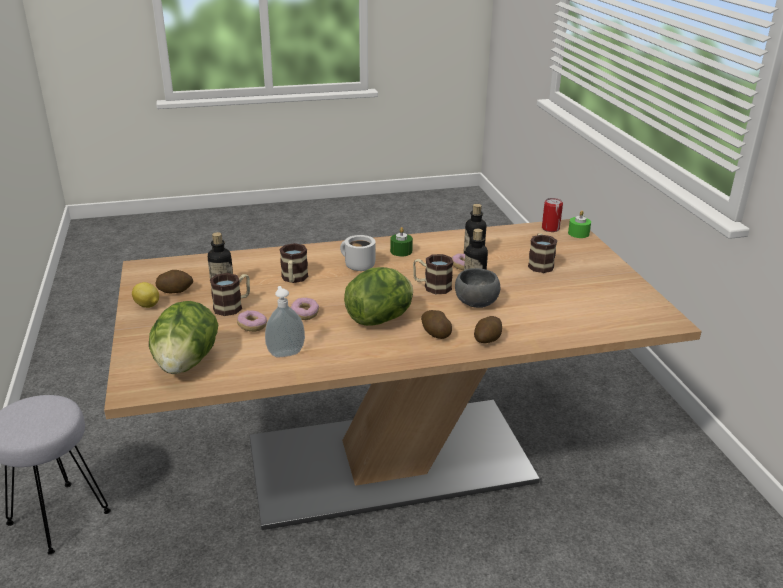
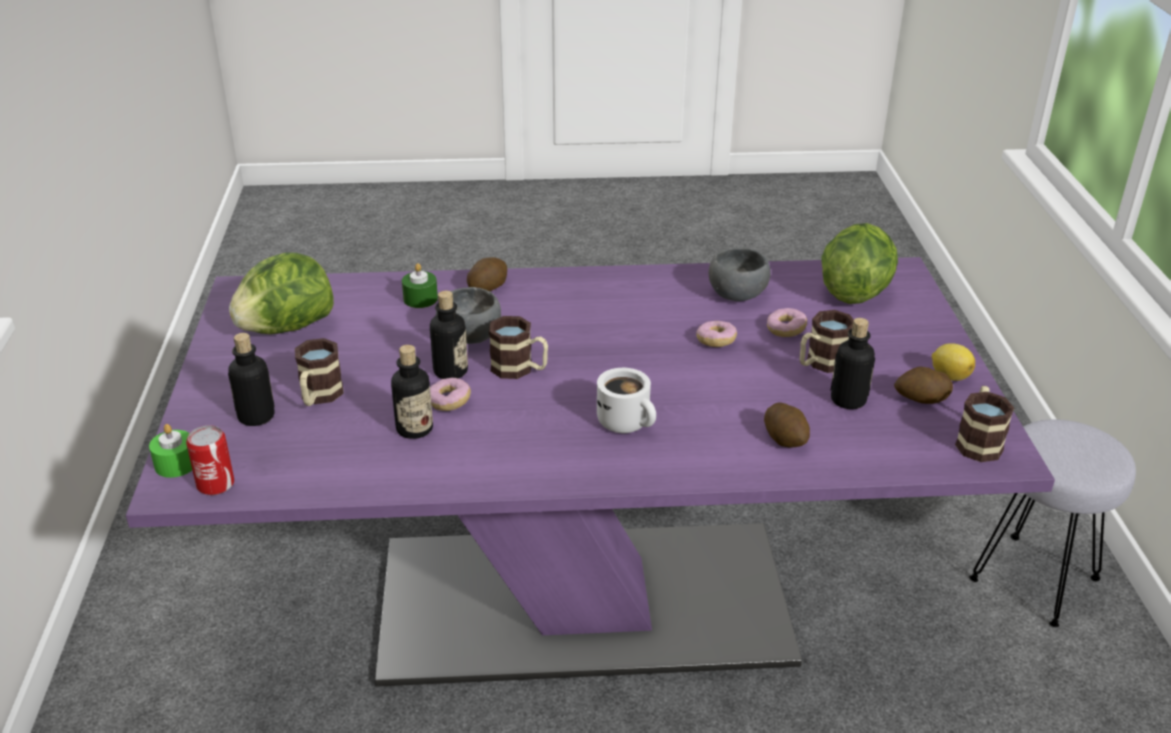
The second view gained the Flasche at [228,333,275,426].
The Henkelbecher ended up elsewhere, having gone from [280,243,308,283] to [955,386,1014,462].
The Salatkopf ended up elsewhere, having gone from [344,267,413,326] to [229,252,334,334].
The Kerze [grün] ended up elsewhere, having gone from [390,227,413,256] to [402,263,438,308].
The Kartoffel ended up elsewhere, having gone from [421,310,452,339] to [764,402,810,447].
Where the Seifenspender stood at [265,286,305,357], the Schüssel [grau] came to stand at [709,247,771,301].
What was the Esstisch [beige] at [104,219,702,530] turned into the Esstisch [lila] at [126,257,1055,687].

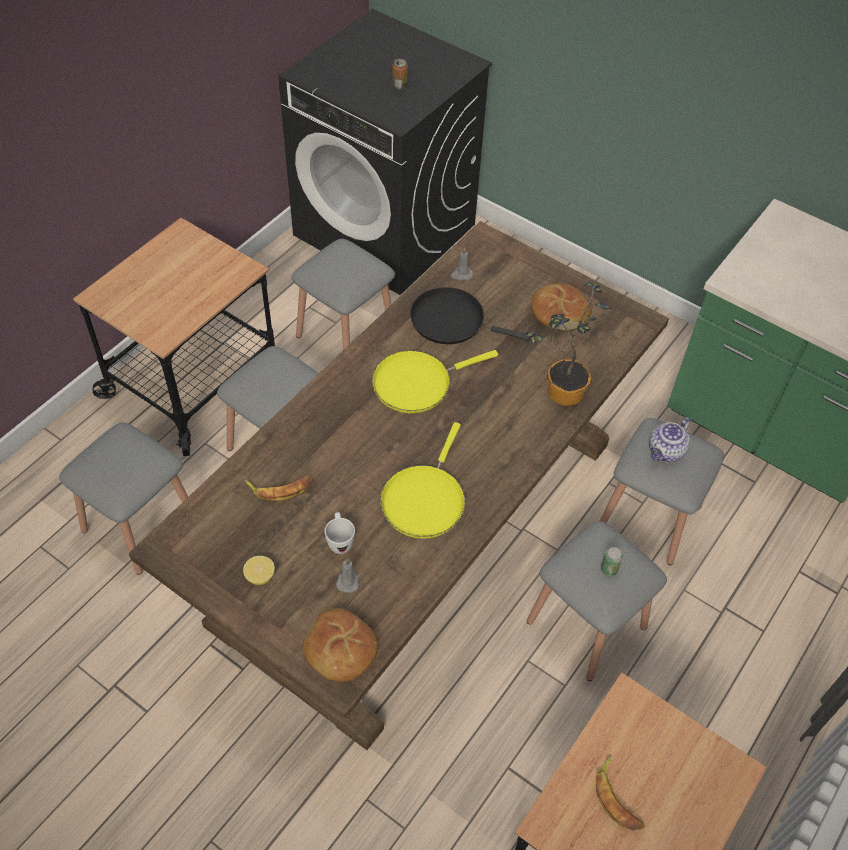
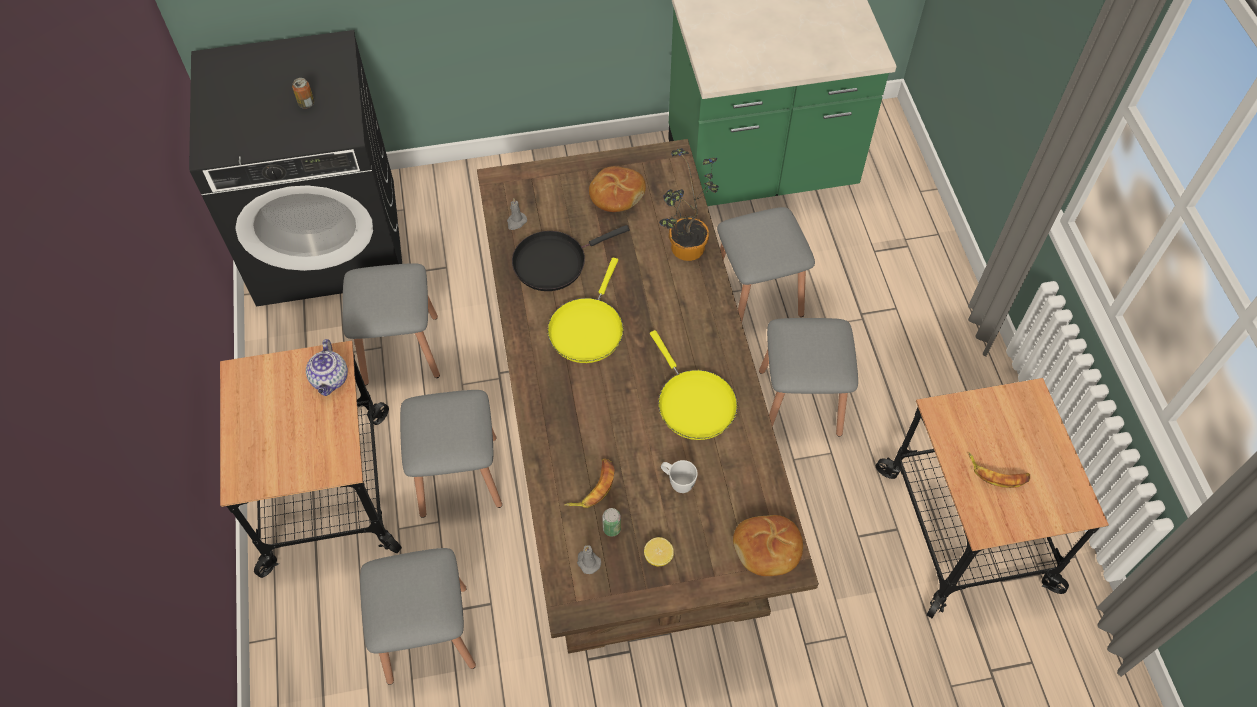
The Kerze [grau] ended up elsewhere, having gone from [336,559,360,593] to [577,545,601,574].
The Dose ended up elsewhere, having gone from [601,547,623,576] to [602,508,621,537].
The Teekanne ended up elsewhere, having gone from [649,417,691,462] to [306,339,348,396].

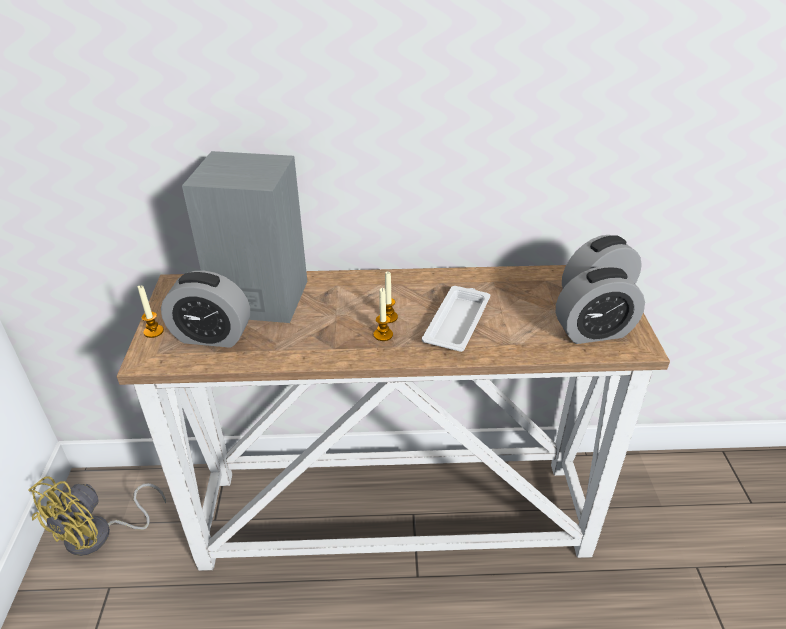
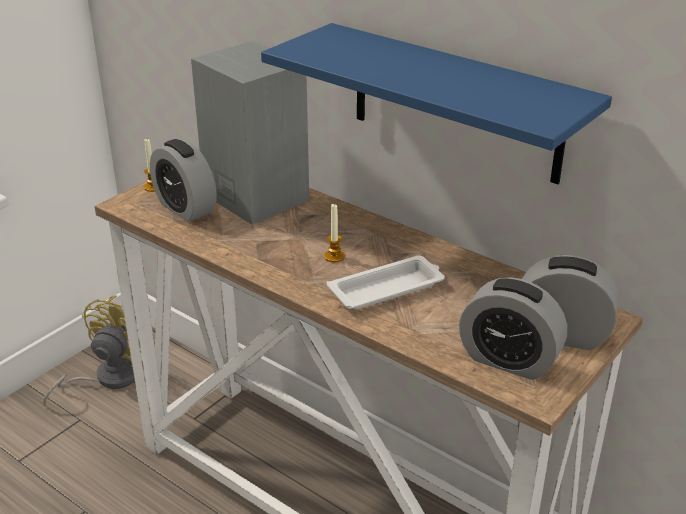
The second view lost the Kerze at [374,288,393,341].
The second view gained the Wandregal [blau] at [261,23,612,184].
The Ventilator [gelb] at [28,476,166,556] ended up facing another way, 135 degrees clockwise from before.

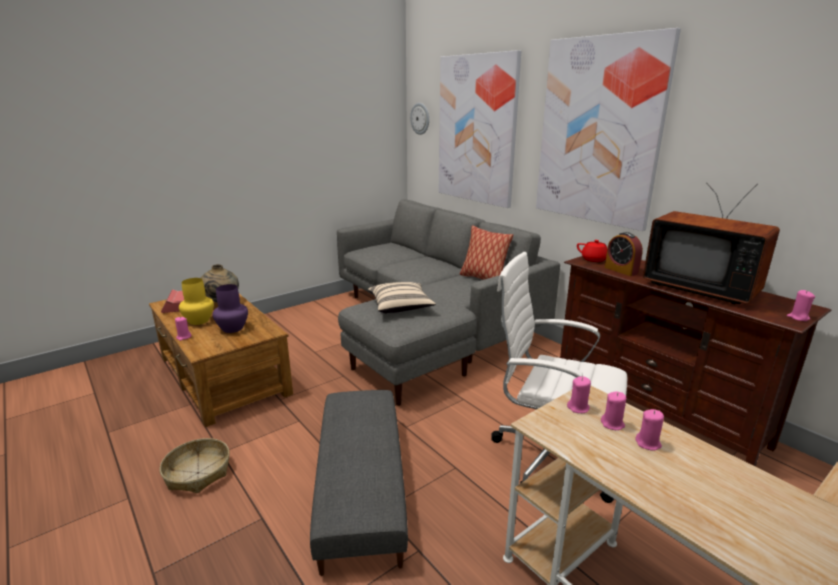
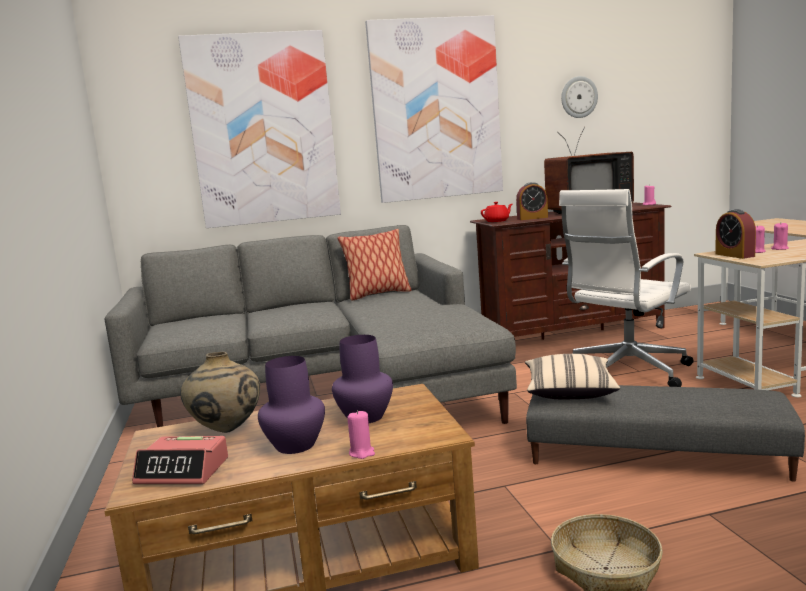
The Kissen [beige] ended up elsewhere, having gone from [368,282,436,314] to [525,354,620,399].
The Wanduhr ended up elsewhere, having gone from [410,103,429,135] to [561,76,598,118].
Where the Kerze [rosa] stood at [567,377,591,413], the Wecker came to stand at [715,209,756,259].
What was the Vase [gelb] at [179,278,214,325] turned into the Vase [lila] at [258,356,325,454].

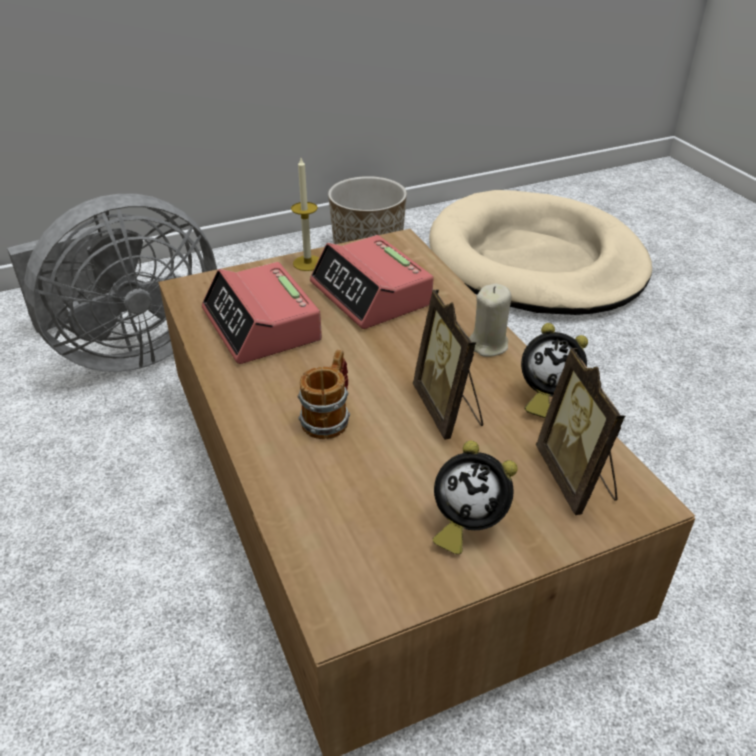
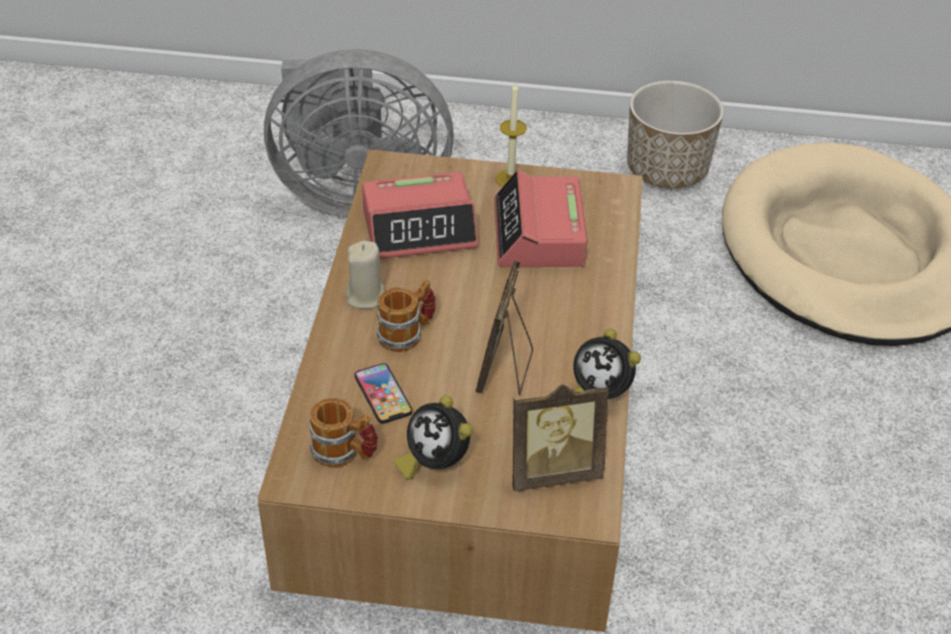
The second view gained the Henkelbecher at [309,398,378,468].
The second view gained the Handy at [355,363,412,424].
The Kerze [beige] ended up elsewhere, having gone from [469,284,512,357] to [345,241,385,309].
The Wecker at [202,262,322,364] ended up facing another way, 105 degrees counterclockwise from before.
The Bilderrahmen at [536,348,625,515] ended up facing another way, 120 degrees counterclockwise from before.

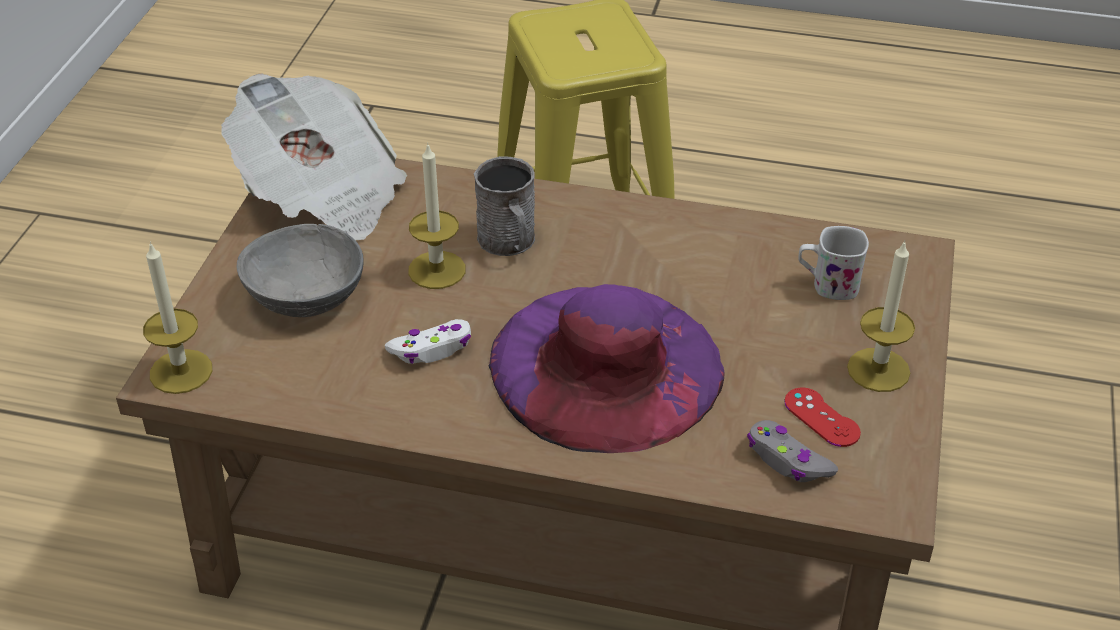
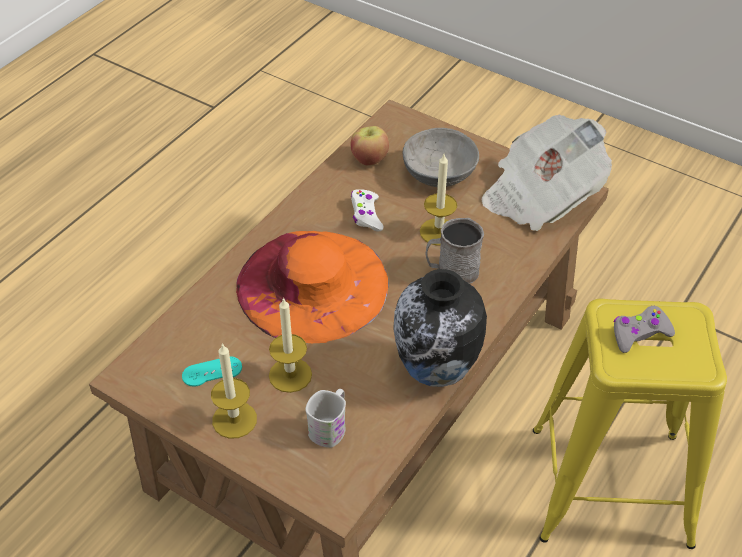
The second view gained the Apfel at [351,126,389,166].
The second view gained the Vase at [393,269,487,387].
The Kerze ended up elsewhere, having gone from [143,241,212,394] to [269,297,312,393].
The Gamepad [grau] ended up elsewhere, having gone from [747,420,838,482] to [614,306,675,353].
What was the Hut [lila] at [489,284,724,453] turned into the Hut [orange] at [236,231,389,343].
What was the Gamepad [rot] at [784,388,861,447] turned into the Gamepad [türkis] at [182,356,242,387].

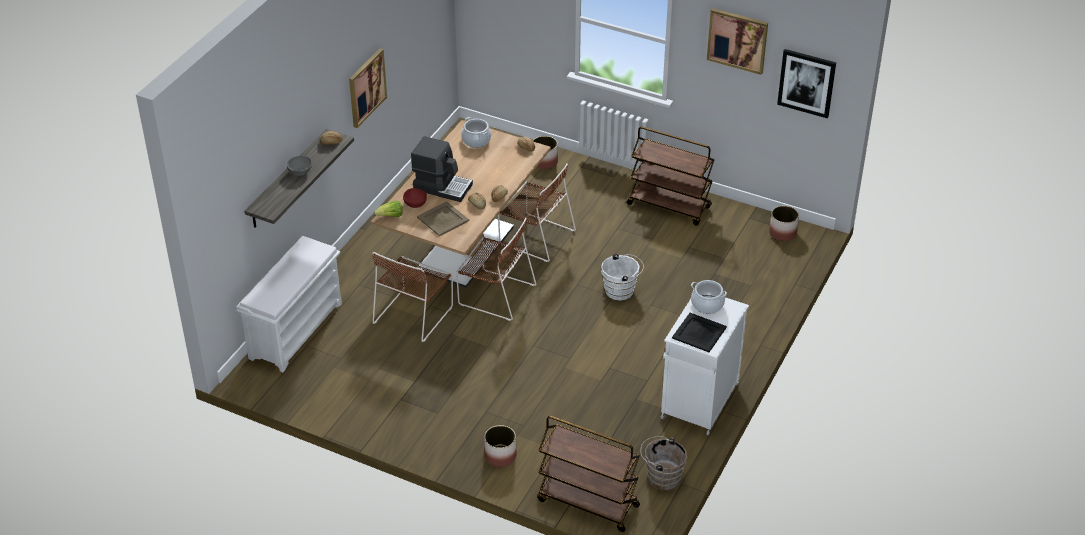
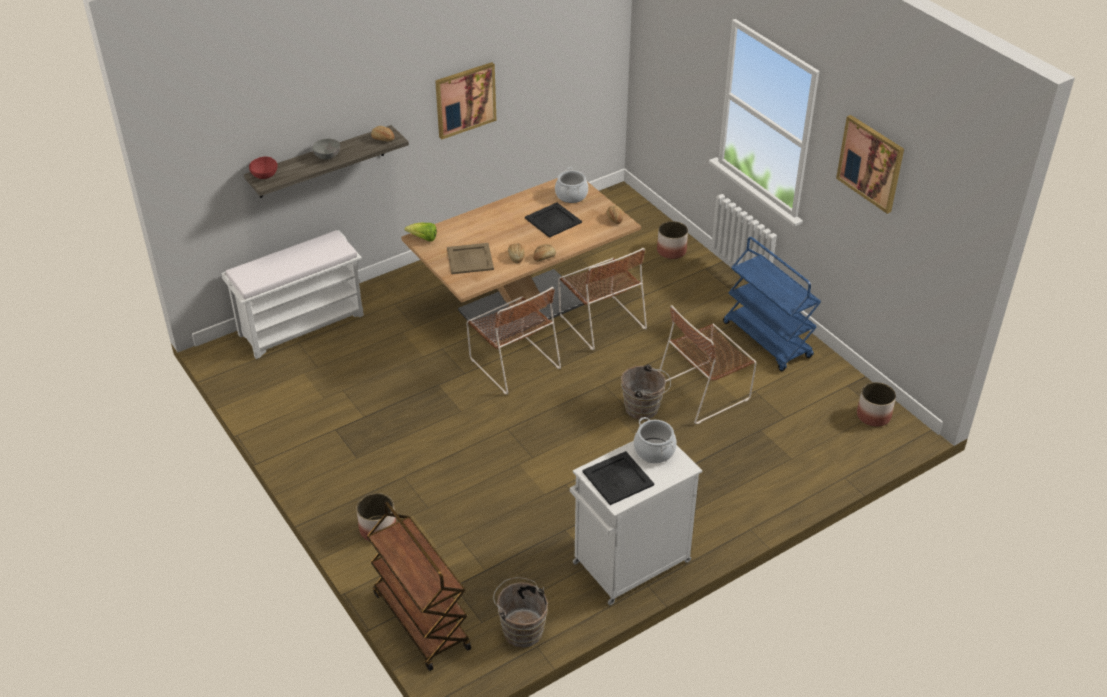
The second view lost the Kaffeemaschine at [411,136,473,202].
The second view lost the Bild at [777,49,836,118].
The second view gained the Tablett [schwarz] at [525,203,582,238].
The Stuhl [braun] ended up elsewhere, having gone from [372,252,453,342] to [659,305,757,424].
The Schüssel [rot] ended up elsewhere, having gone from [403,188,427,208] to [249,157,277,179].
What was the Eimer [weiß] at [601,254,644,301] turned into the Eimer [braun] at [621,364,671,420].
What was the Rollwagen [braun] at [627,127,715,225] turned into the Rollwagen [blau] at [723,237,821,371].

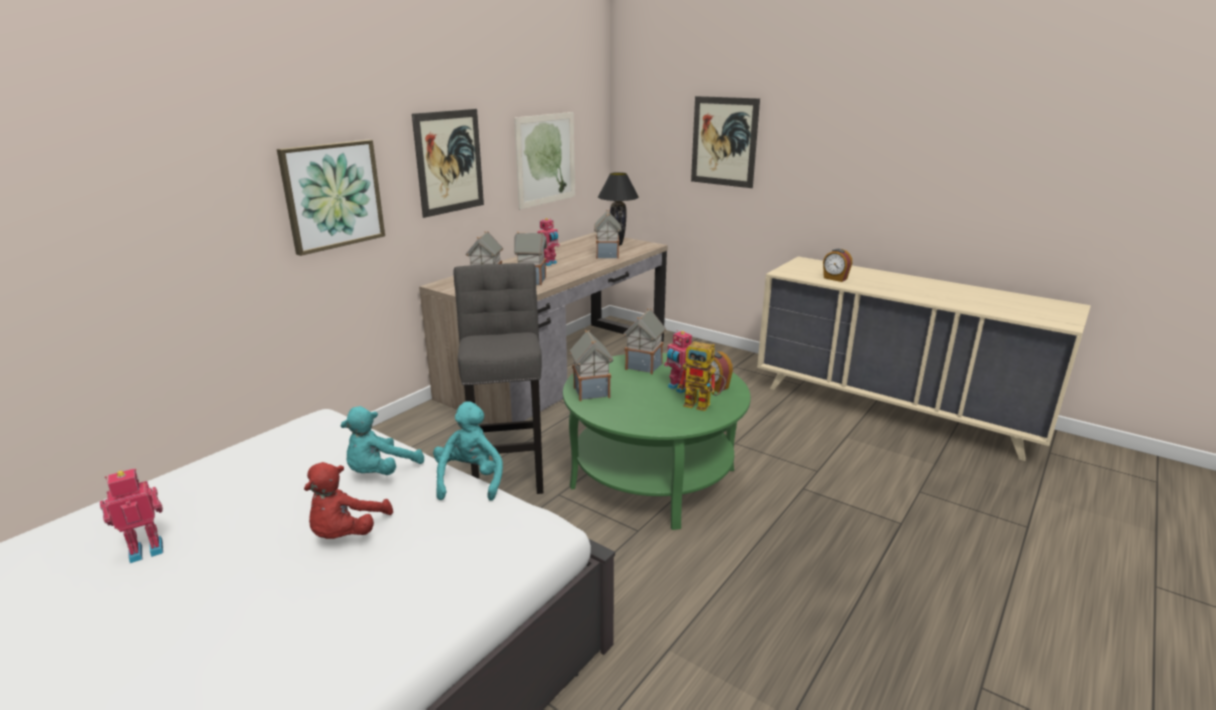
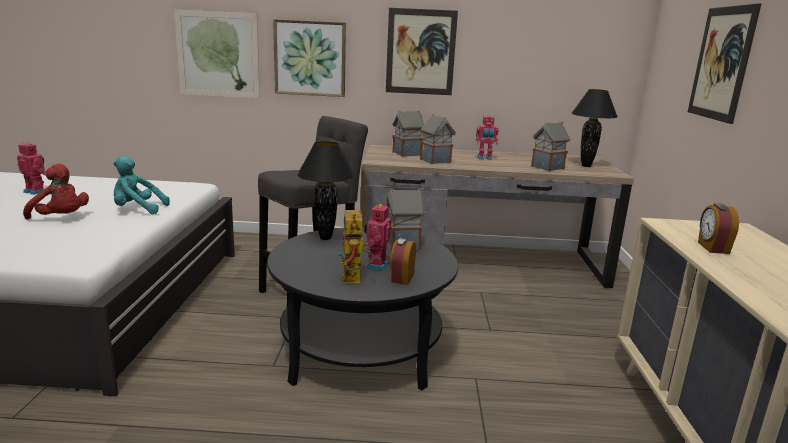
The second view lost the Plüschtier [türkis] at [433,401,503,501].
The Bild ended up elsewhere, having gone from [514,112,575,210] to [174,10,260,98].
Where the Spielzeughaus stood at [570,330,613,401], the Tischlampe [schwarz] came to stand at [297,141,355,240].
What was the Couchtisch [grün] at [563,353,751,530] turned into the Couchtisch [schwarz] at [267,227,458,391].
The Plüschtier [rot] at [304,462,393,539] ended up facing another way, 135 degrees counterclockwise from before.

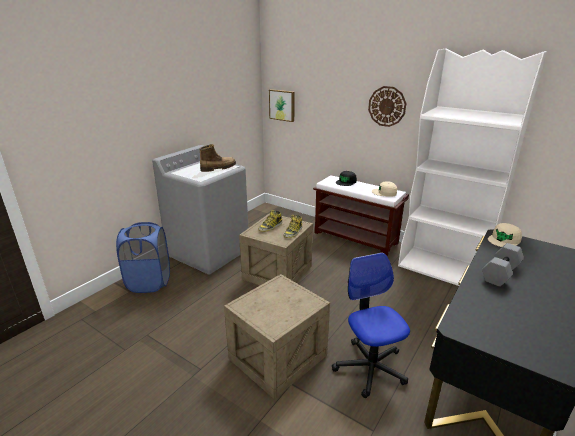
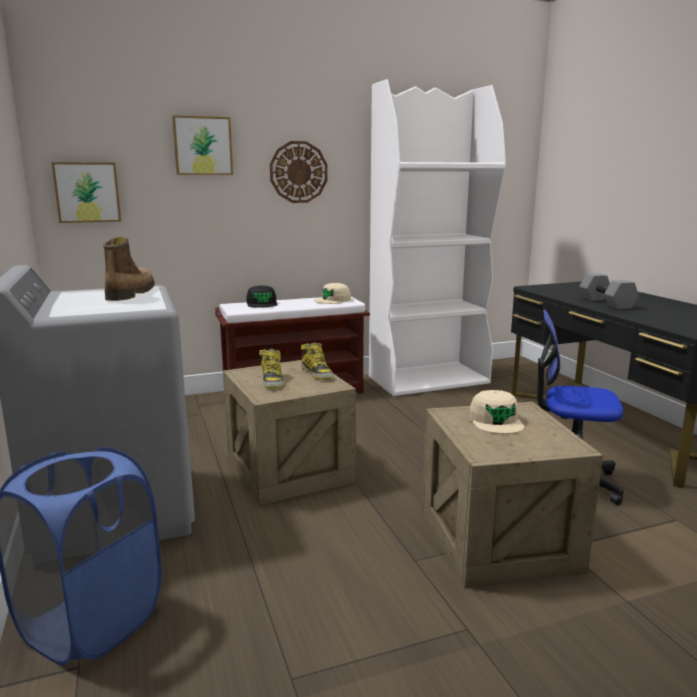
The second view gained the Bild at [172,115,233,175].
The Kappe [beige] ended up elsewhere, having gone from [488,223,522,247] to [469,390,524,434].

